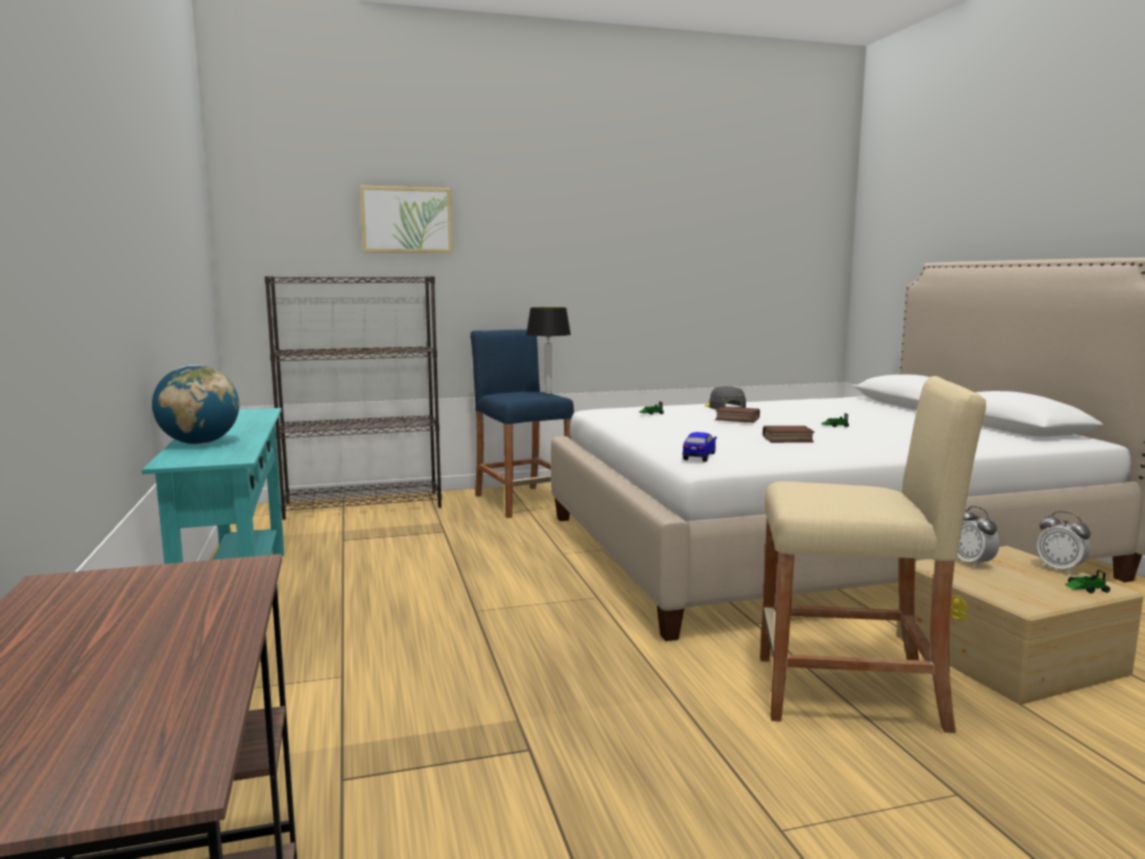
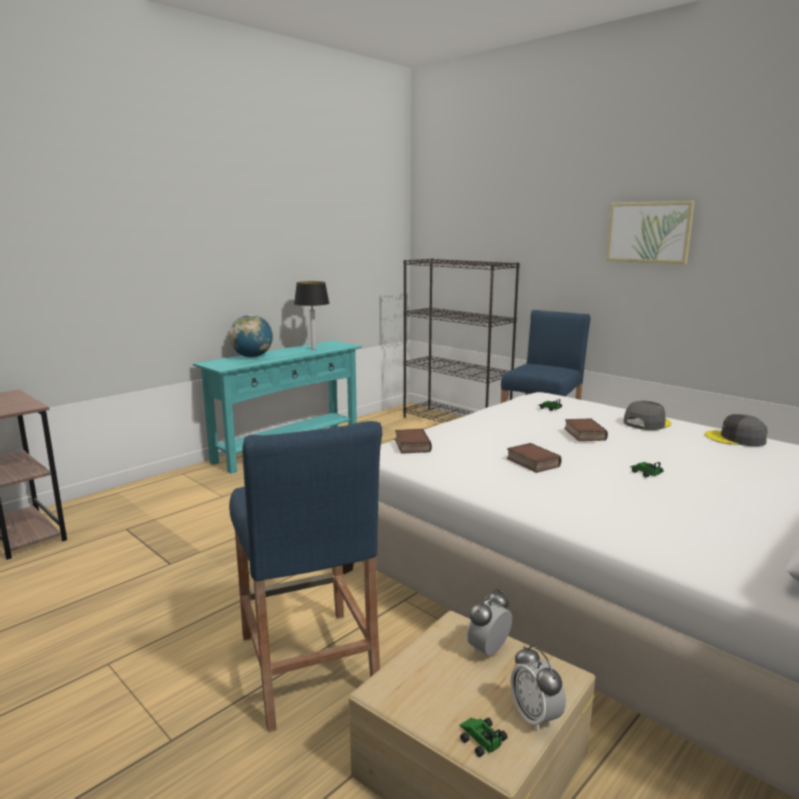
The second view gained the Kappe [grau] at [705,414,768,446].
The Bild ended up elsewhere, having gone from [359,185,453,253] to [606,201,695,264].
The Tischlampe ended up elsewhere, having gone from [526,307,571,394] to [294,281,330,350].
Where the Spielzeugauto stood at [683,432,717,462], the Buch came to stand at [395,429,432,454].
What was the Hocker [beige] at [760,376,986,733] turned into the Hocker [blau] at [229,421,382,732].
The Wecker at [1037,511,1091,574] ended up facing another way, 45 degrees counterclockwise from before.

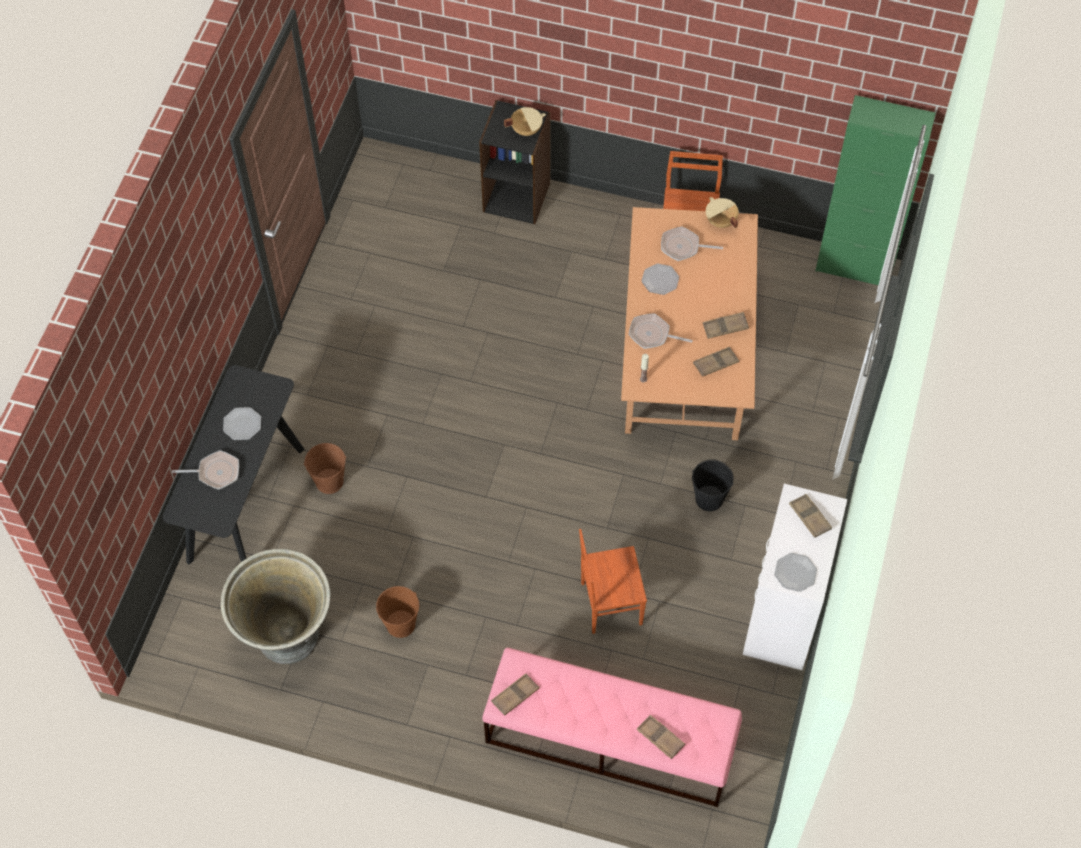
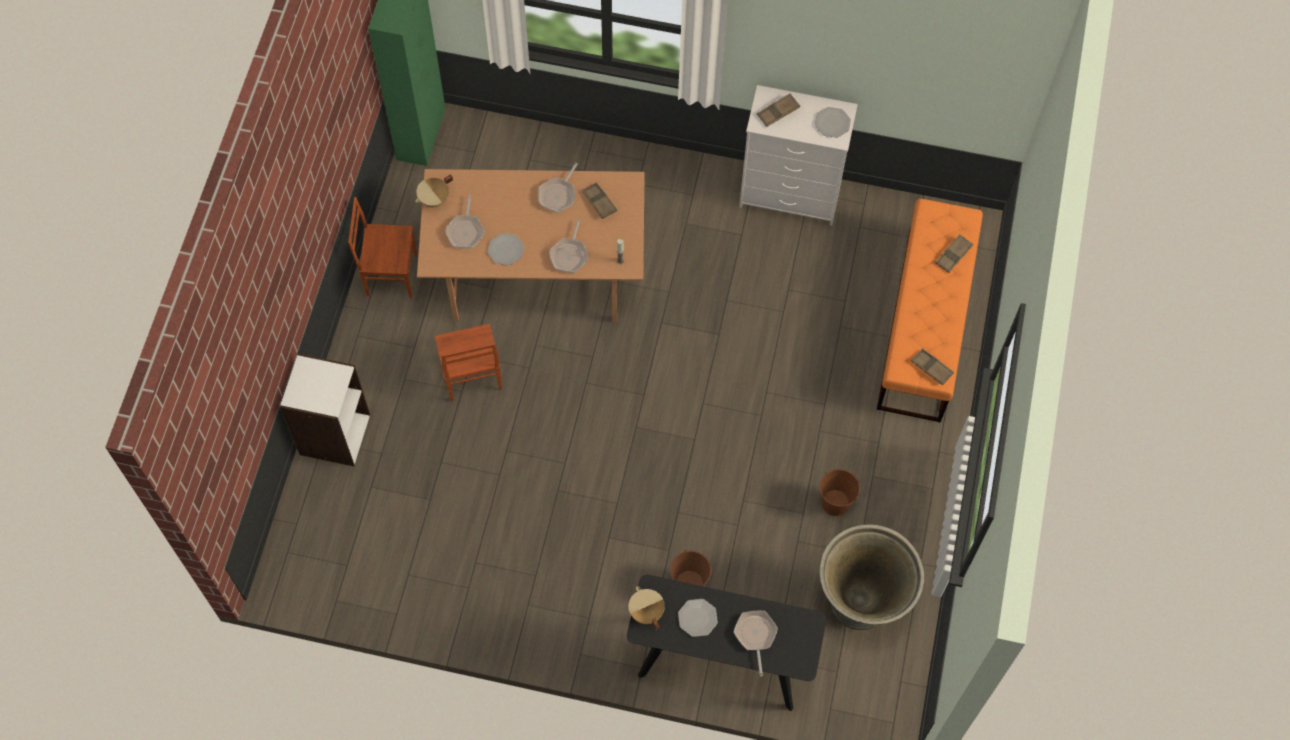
The second view lost the Eimer [schwarz] at [692,459,734,511].
The Kochtopf [beige] ended up elsewhere, having gone from [504,107,546,136] to [628,586,665,630].
The Stuhl [braun] ended up elsewhere, having gone from [579,529,647,634] to [435,323,502,401].
Where the Tablett [braun] stood at [703,312,749,339], the Pfanne came to stand at [538,163,578,212].
What was the Bücherregal [schwarz] at [479,100,550,224] turned into the Bücherregal [weiß] at [280,353,370,466].
What was the Bank [rosa] at [482,648,742,807] turned into the Bank [orange] at [877,198,983,423].

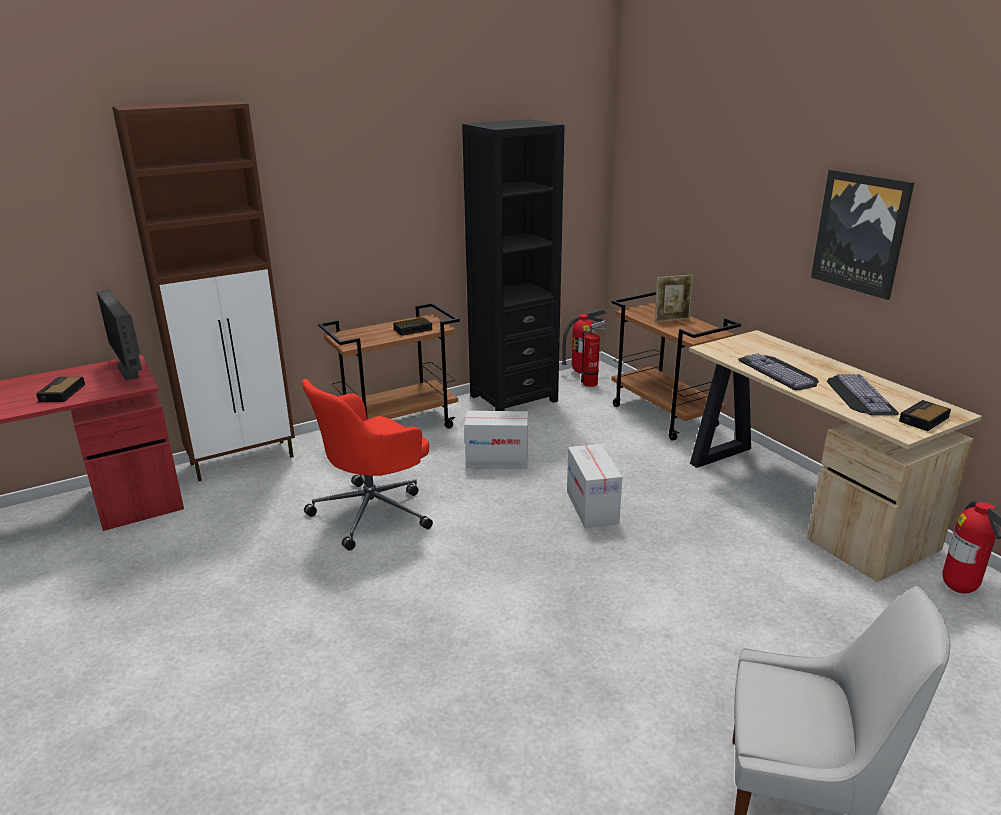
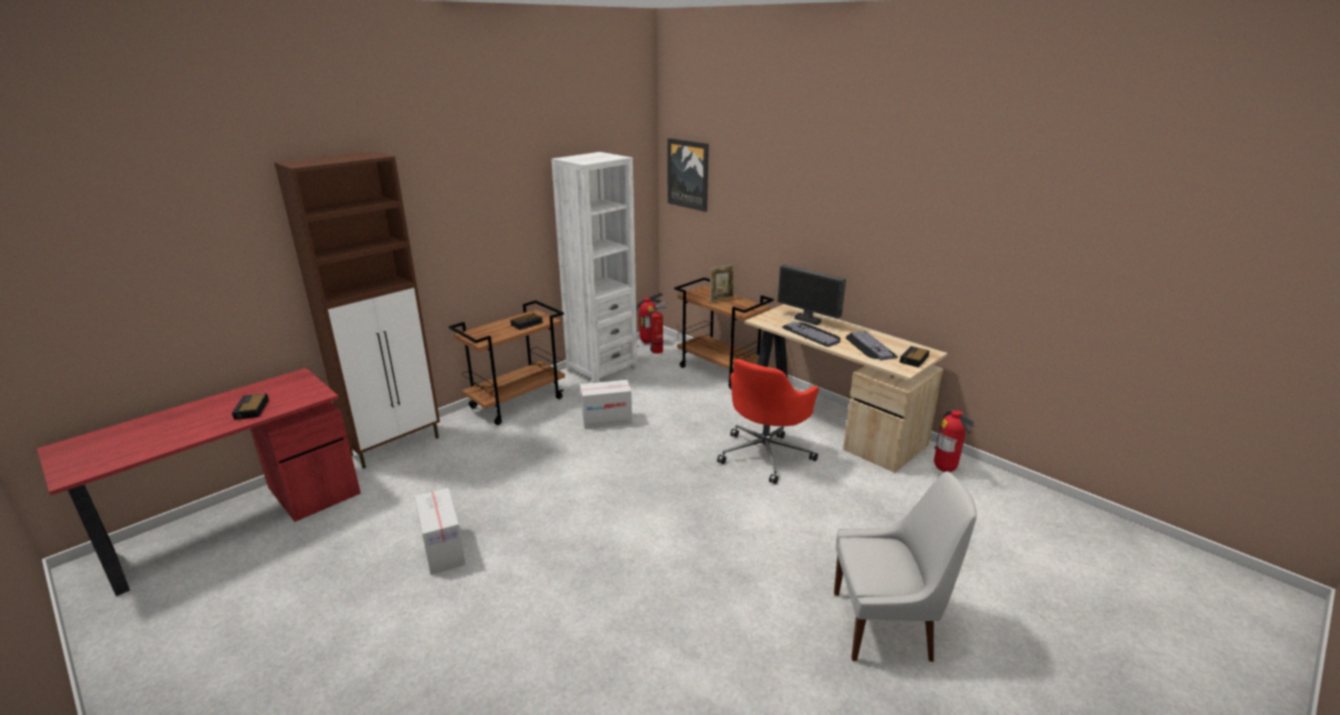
The Monitor ended up elsewhere, having gone from [97,289,142,380] to [777,264,846,325].
The Bürostuhl [rot] ended up elsewhere, having gone from [302,379,433,551] to [717,359,819,484].
The Karton ended up elsewhere, having gone from [567,444,622,528] to [415,488,466,575].
The Bild ended up elsewhere, having gone from [811,170,914,300] to [668,138,709,212].
What was the Bücherregal [schwarz] at [462,119,565,411] turned into the Bücherregal [weiß] at [551,152,638,383].

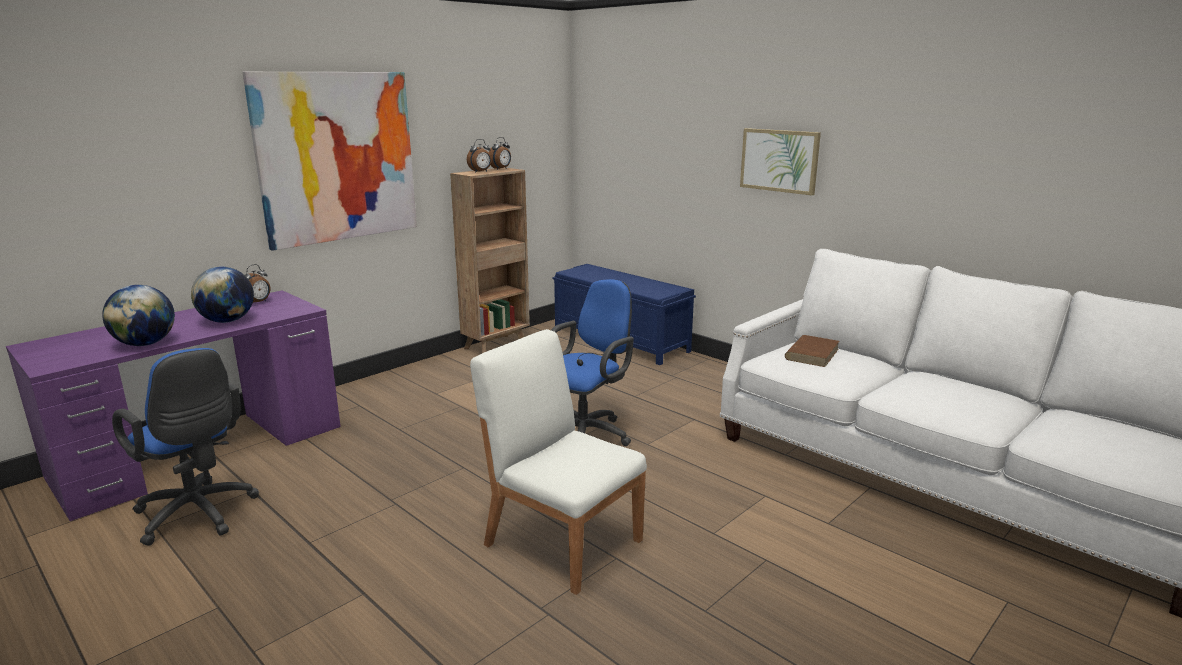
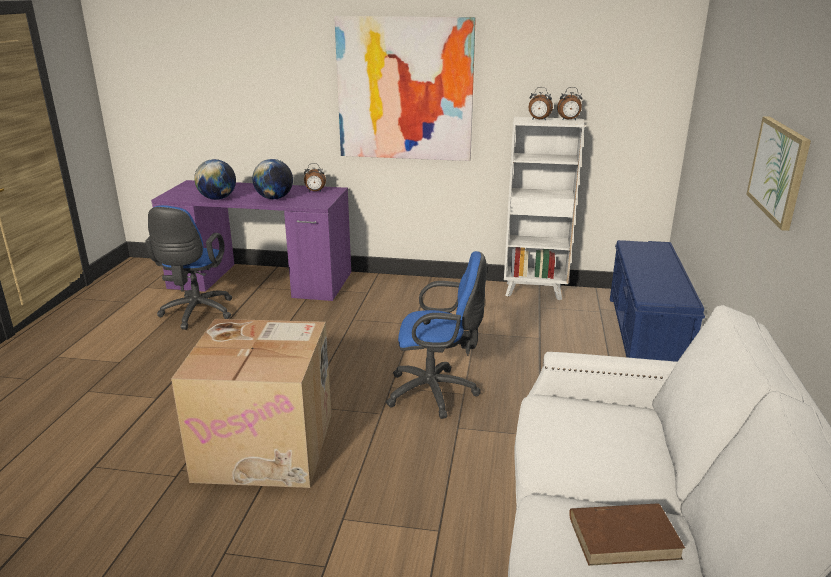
The Buch [braun] ended up elsewhere, having gone from [785,335,839,367] to [569,503,686,566].
Where the Stuhl [weiß] stood at [470,329,647,595], the Karton came to stand at [171,319,331,488].
What was the Bücherregal [braun] at [450,167,530,353] turned into the Bücherregal [weiß] at [504,117,585,300].

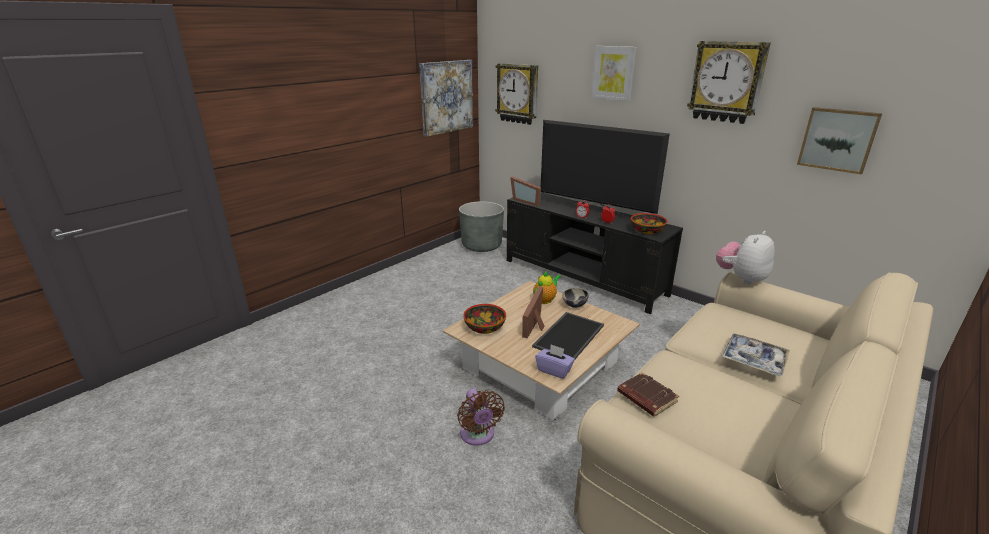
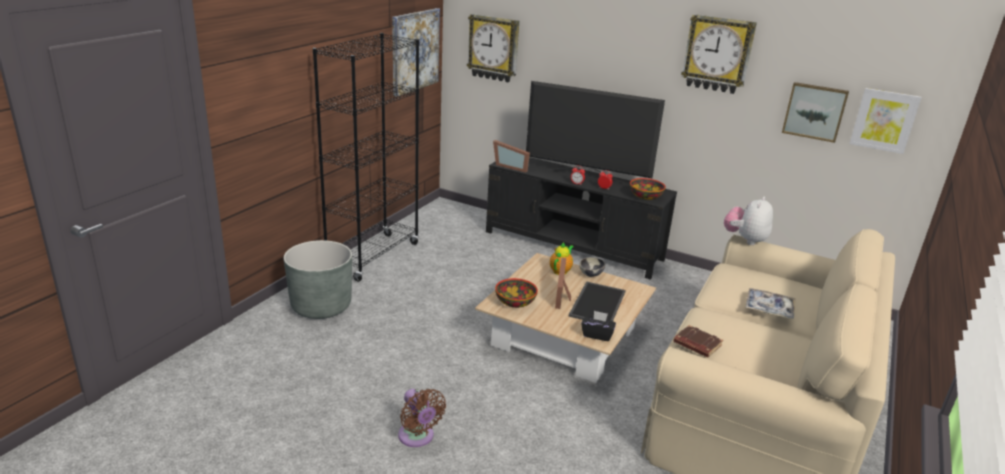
The second view gained the Bücherregal [schwarz] at [313,33,419,282].
The Ventilator [braun] ended up elsewhere, having gone from [457,388,505,446] to [398,389,446,447].
The Pflanzkübel [grau] ended up elsewhere, having gone from [459,201,504,252] to [284,240,352,319].
The Bild ended up elsewhere, having gone from [592,46,637,101] to [850,88,922,154].
What was the Taschentuchbox [lila] at [535,344,575,379] turned into the Taschentuchbox [schwarz] at [581,311,616,341].

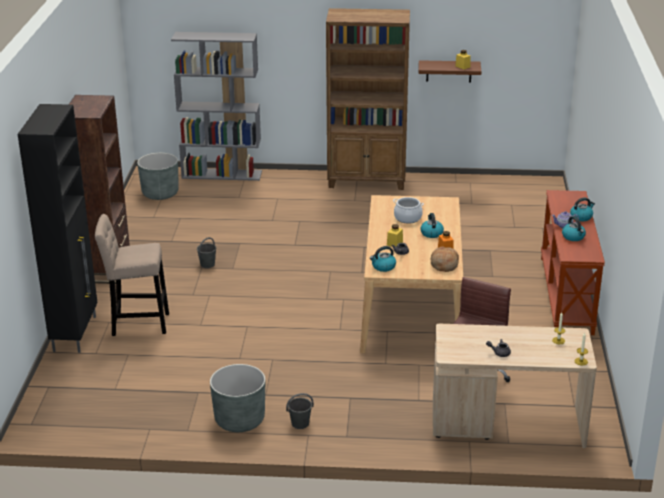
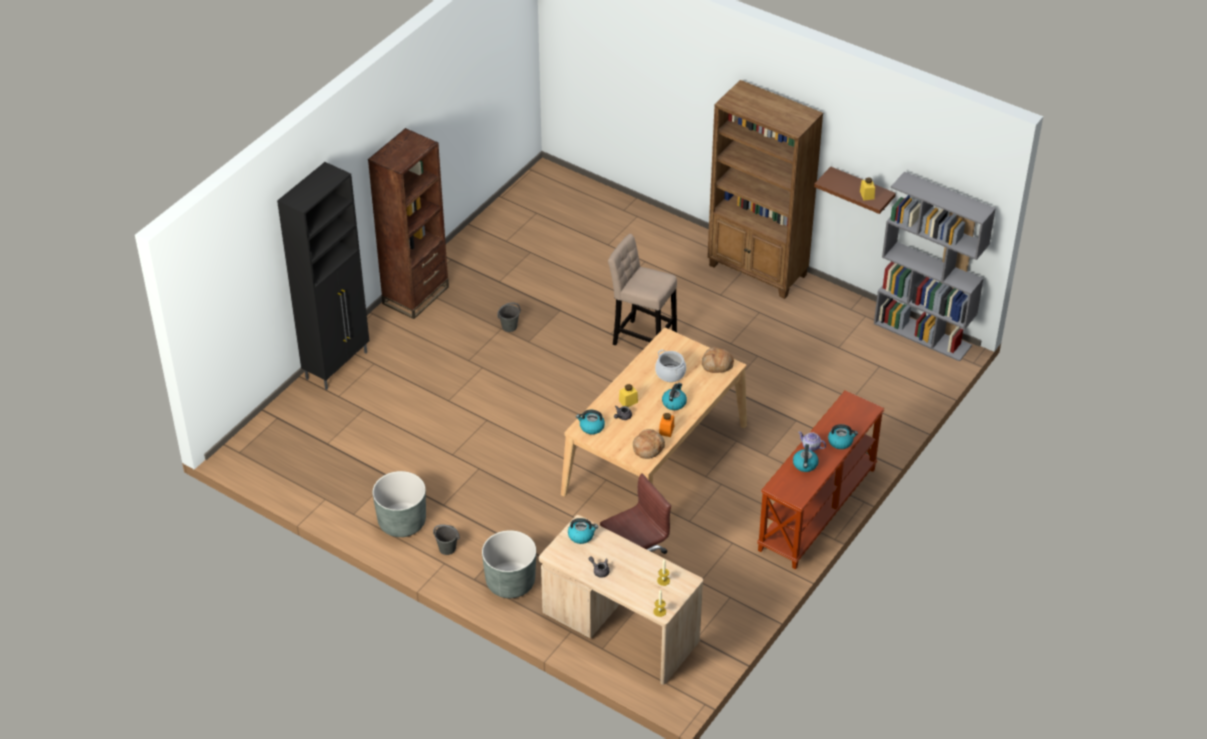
The second view gained the Wasserkessel at [568,518,598,544].
The second view gained the Brot at [702,347,734,373].
The Hocker [beige] ended up elsewhere, having gone from [95,214,169,336] to [608,234,677,346].
The Pflanzkübel [grau] ended up elsewhere, having gone from [137,153,179,200] to [482,530,536,598].
The Bücherregal [grau] ended up elsewhere, having gone from [171,32,262,181] to [874,171,996,362].

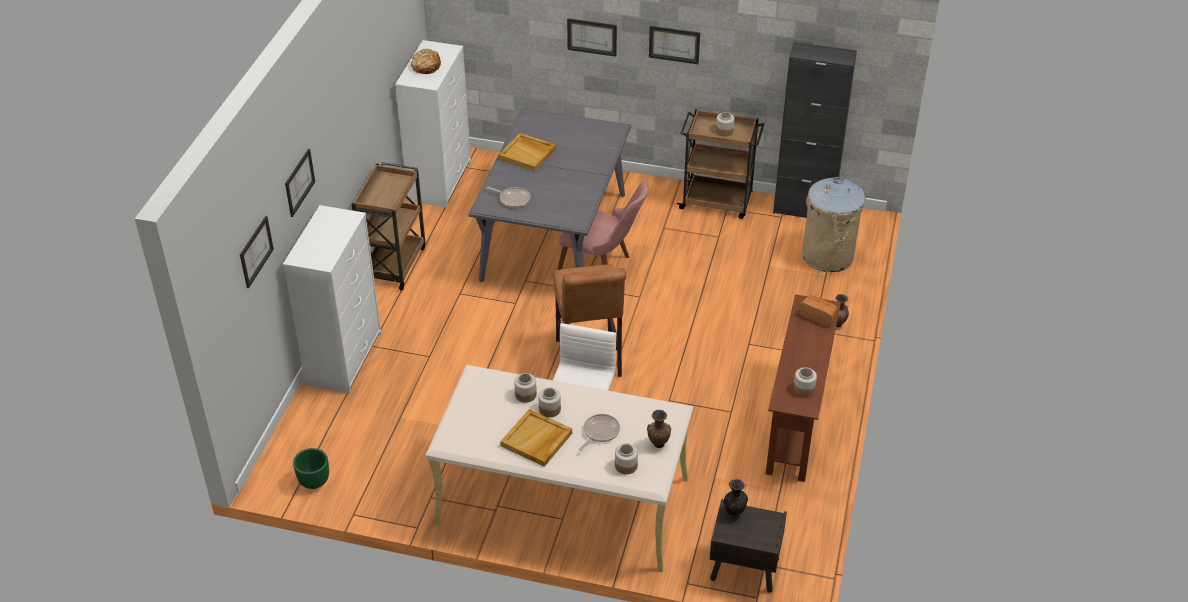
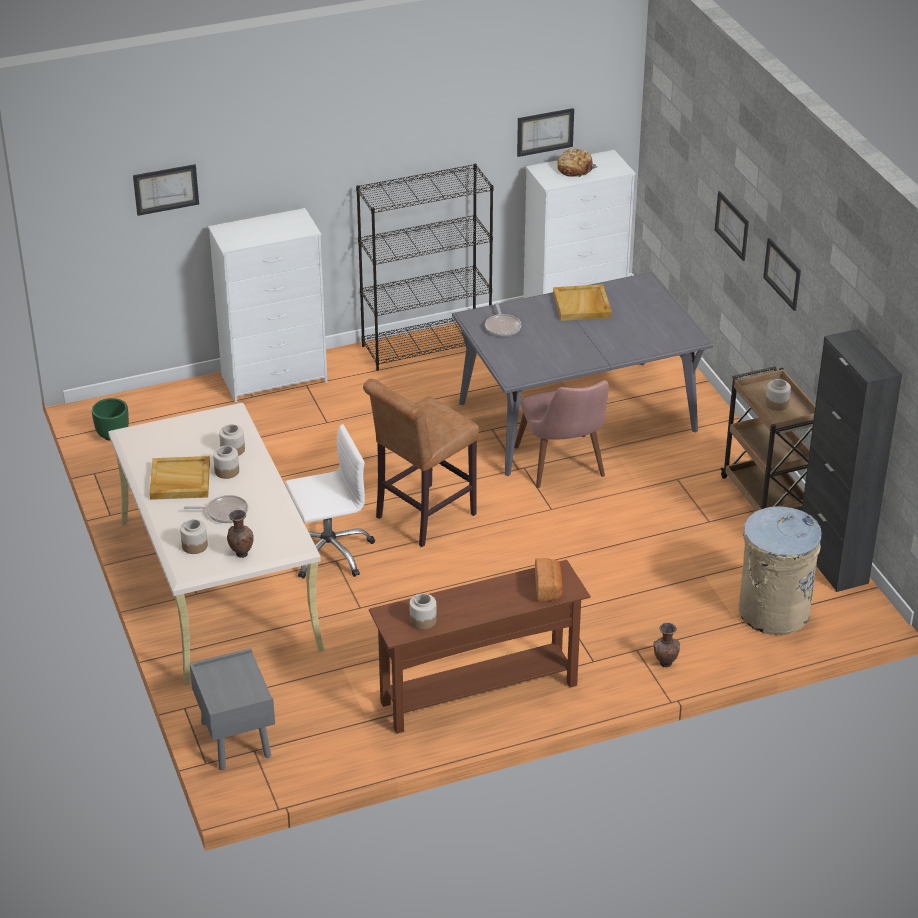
The second view lost the Vase [schwarz] at [724,479,748,518].
The Bild ended up elsewhere, having gone from [285,149,315,217] to [517,108,574,157].
Where the Rollwagen [braun] stood at [351,162,425,290], the Bücherregal [schwarz] came to stand at [356,164,493,371].
What was the Nachttisch [braun] at [710,499,787,593] turned into the Nachttisch [grau] at [189,648,275,770].

